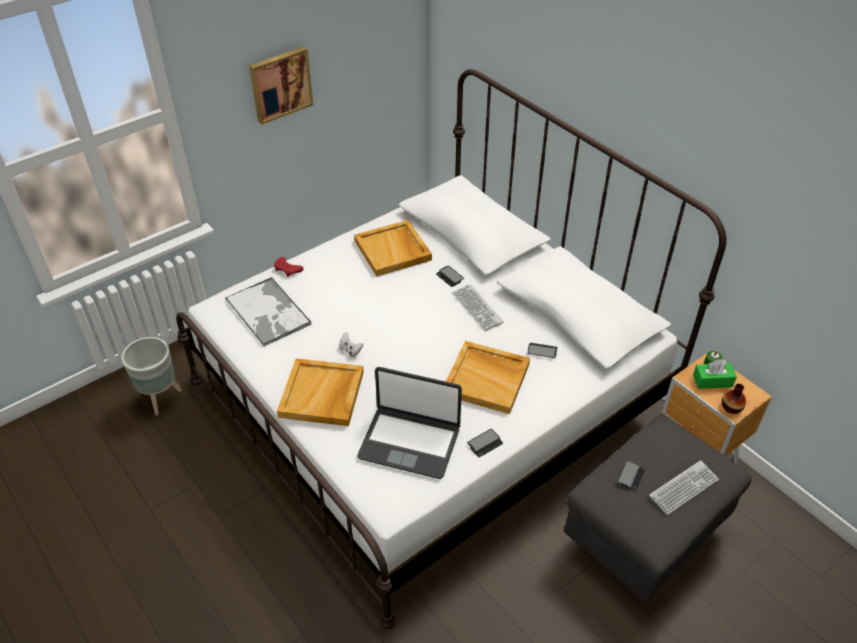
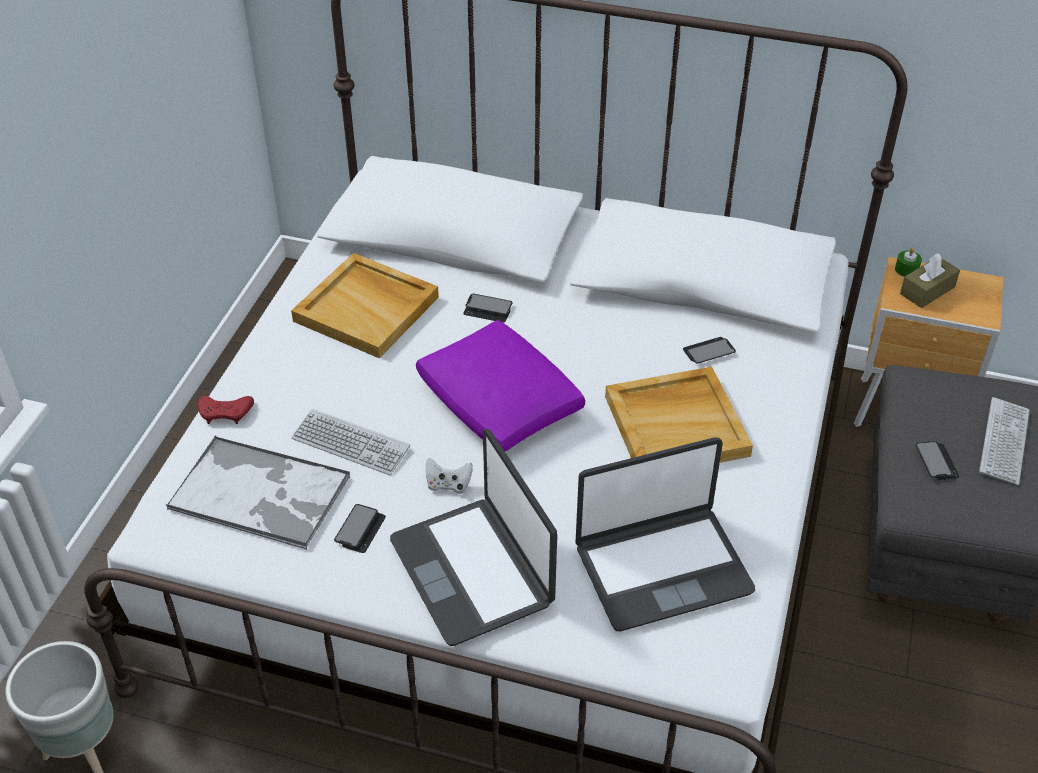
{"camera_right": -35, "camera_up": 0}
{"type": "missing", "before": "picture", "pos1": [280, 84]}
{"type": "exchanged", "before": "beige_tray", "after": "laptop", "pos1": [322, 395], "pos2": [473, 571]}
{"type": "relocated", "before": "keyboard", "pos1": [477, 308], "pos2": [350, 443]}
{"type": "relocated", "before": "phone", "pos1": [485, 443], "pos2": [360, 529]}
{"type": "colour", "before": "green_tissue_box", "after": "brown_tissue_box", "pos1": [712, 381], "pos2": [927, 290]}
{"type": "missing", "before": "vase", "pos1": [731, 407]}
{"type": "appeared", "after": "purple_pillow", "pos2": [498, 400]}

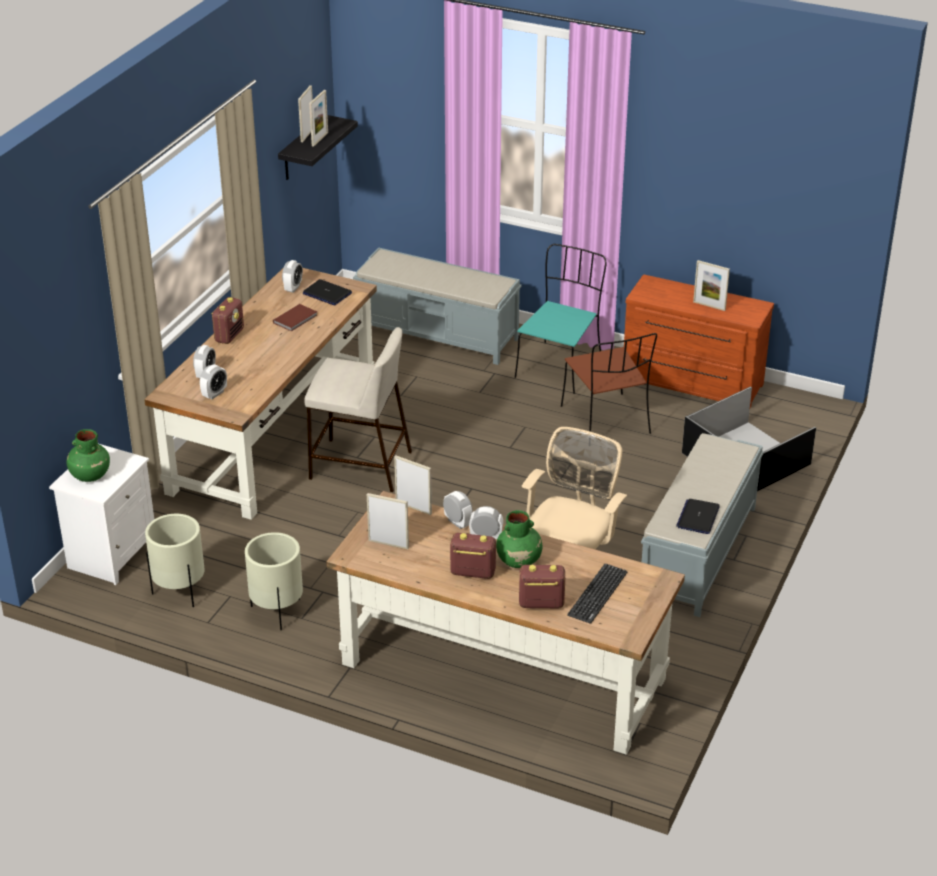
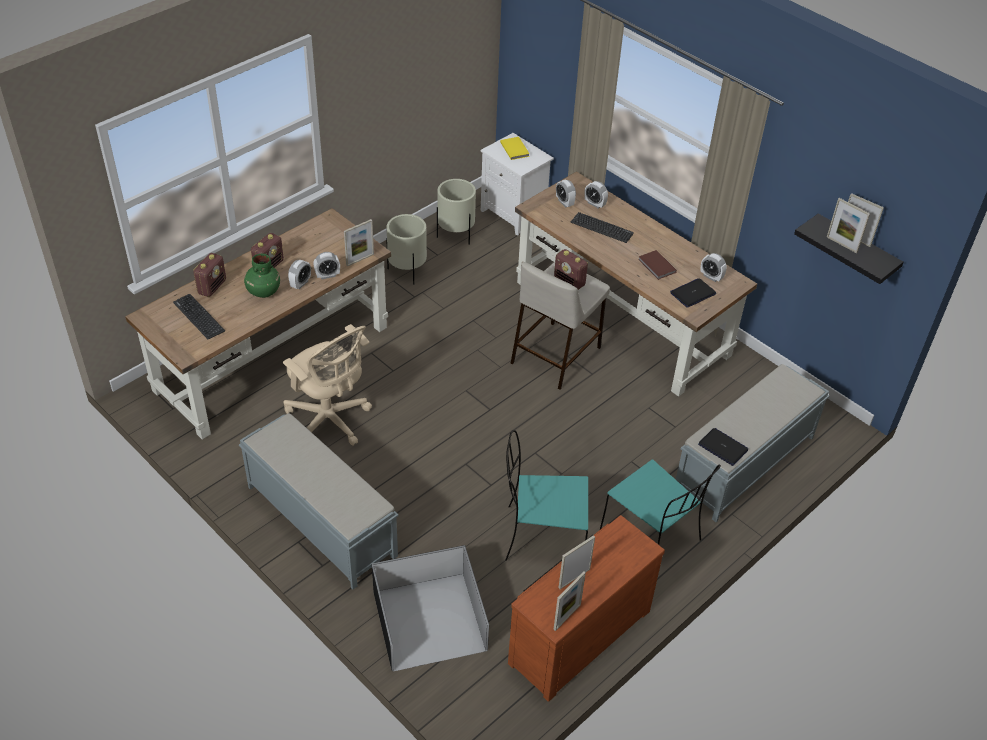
{"camera_right": 110, "camera_up": 10}
{"type": "exchanged", "before": "green_vase", "after": "yellow_book", "pos1": [89, 475], "pos2": [515, 149]}
{"type": "relocated", "before": "radio", "pos1": [229, 335], "pos2": [569, 281]}
{"type": "relocated", "before": "picture_frame", "pos1": [388, 544], "pos2": [567, 617]}
{"type": "colour", "before": "brown_chair", "after": "turquoise_chair", "pos1": [606, 421], "pos2": [542, 536]}
{"type": "relocated", "before": "laptop", "pos1": [698, 517], "pos2": [723, 447]}
{"type": "appeared", "after": "keyboard", "pos2": [602, 228]}

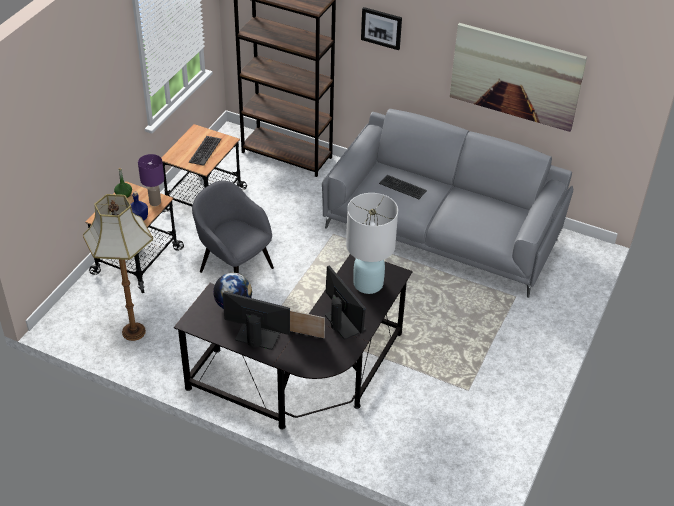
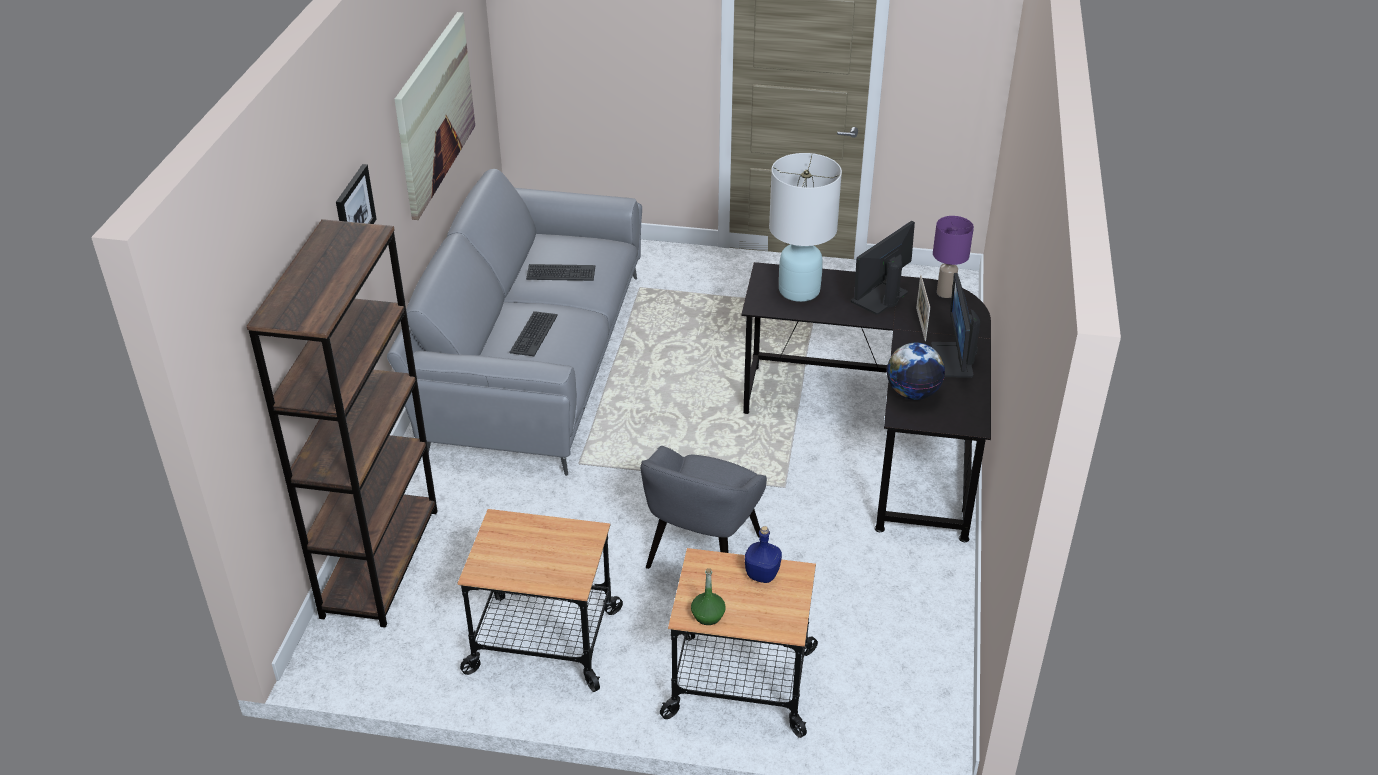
{"camera_right": -105, "camera_up": -5}
{"type": "missing", "before": "floor_lamp", "pos1": [133, 332]}
{"type": "relocated", "before": "purple_table_lamp", "pos1": [154, 202], "pos2": [946, 293]}
{"type": "relocated", "before": "keyboard", "pos1": [204, 150], "pos2": [560, 273]}

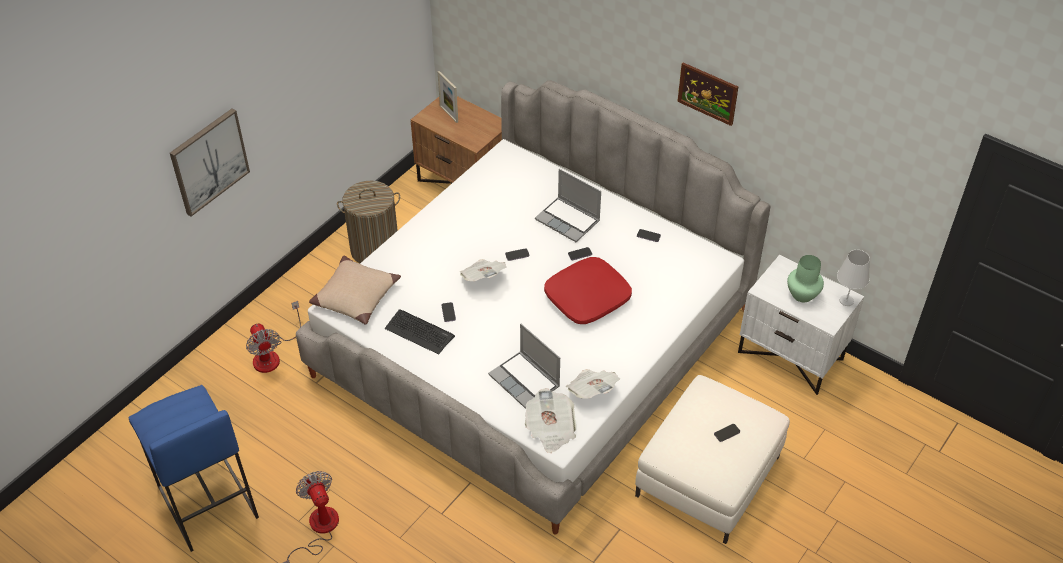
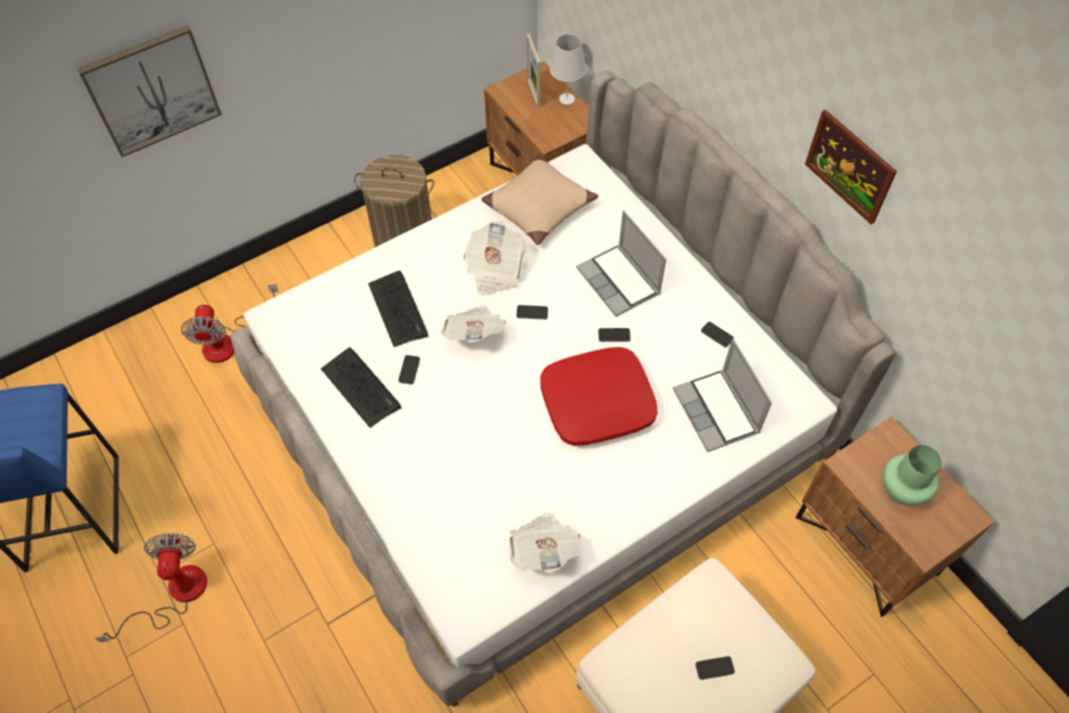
{"camera_right": 20, "camera_up": 10}
{"type": "relocated", "before": "beige_pillow", "pos1": [355, 296], "pos2": [538, 206]}
{"type": "relocated", "before": "laptop", "pos1": [525, 381], "pos2": [717, 412]}
{"type": "relocated", "before": "newspaper", "pos1": [550, 429], "pos2": [494, 270]}
{"type": "colour", "before": "white_nightstand", "after": "brown_nightstand", "pos1": [791, 355], "pos2": [867, 544]}
{"type": "relocated", "before": "white_table_lamp", "pos1": [846, 300], "pos2": [567, 99]}
{"type": "appeared", "after": "keyboard", "pos2": [398, 309]}

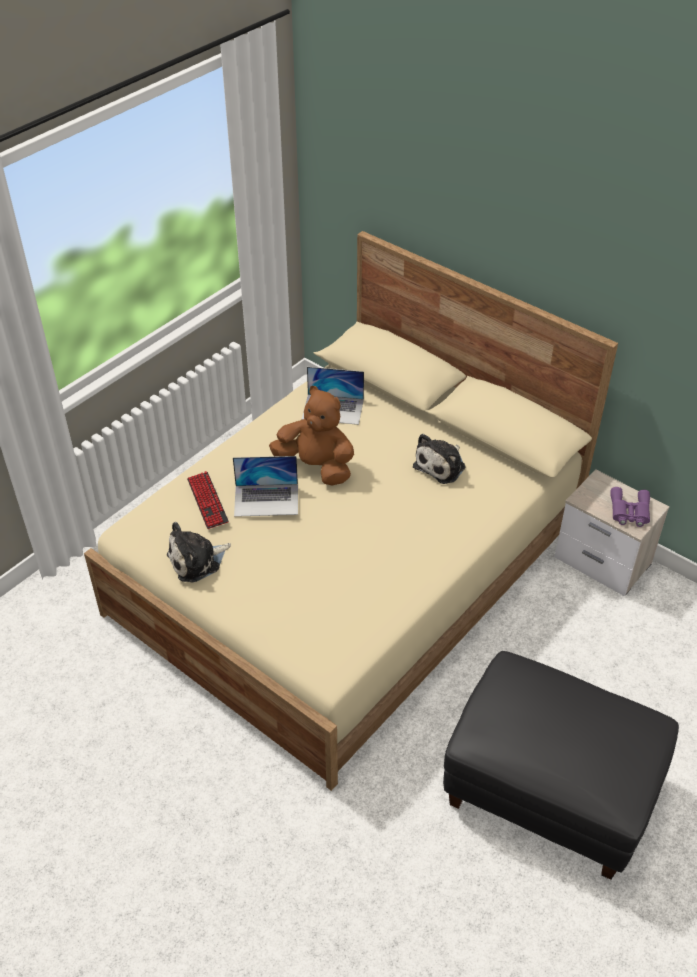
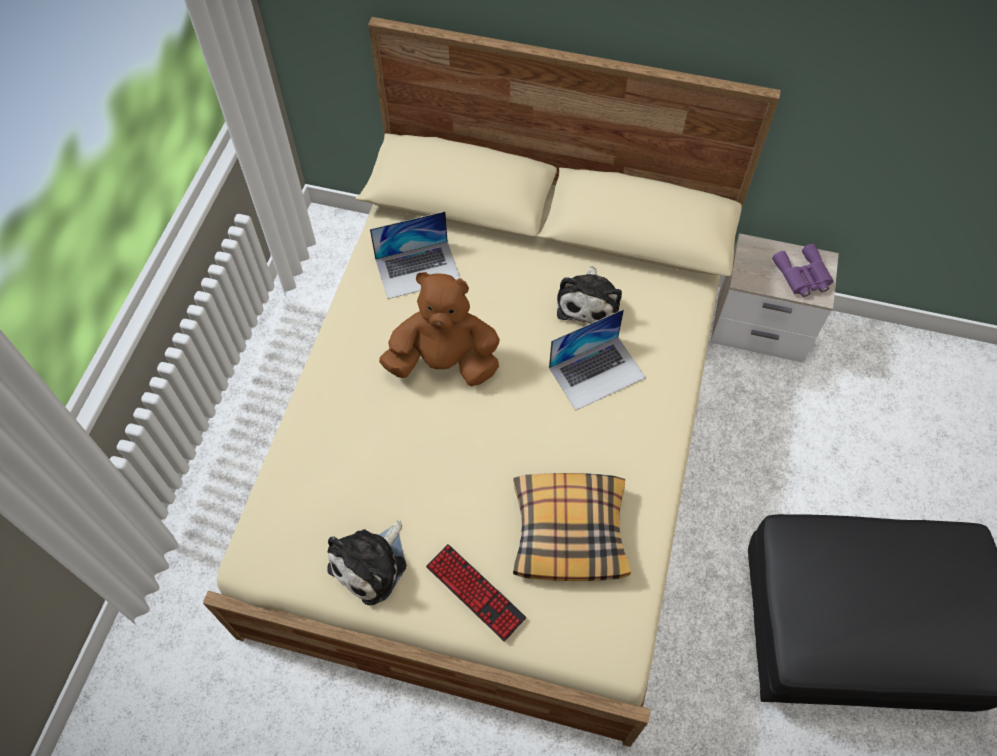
{"camera_right": -25, "camera_up": 15}
{"type": "relocated", "before": "keyboard", "pos1": [207, 501], "pos2": [475, 592]}
{"type": "relocated", "before": "laptop", "pos1": [266, 500], "pos2": [597, 372]}
{"type": "appeared", "after": "pillow", "pos2": [569, 531]}

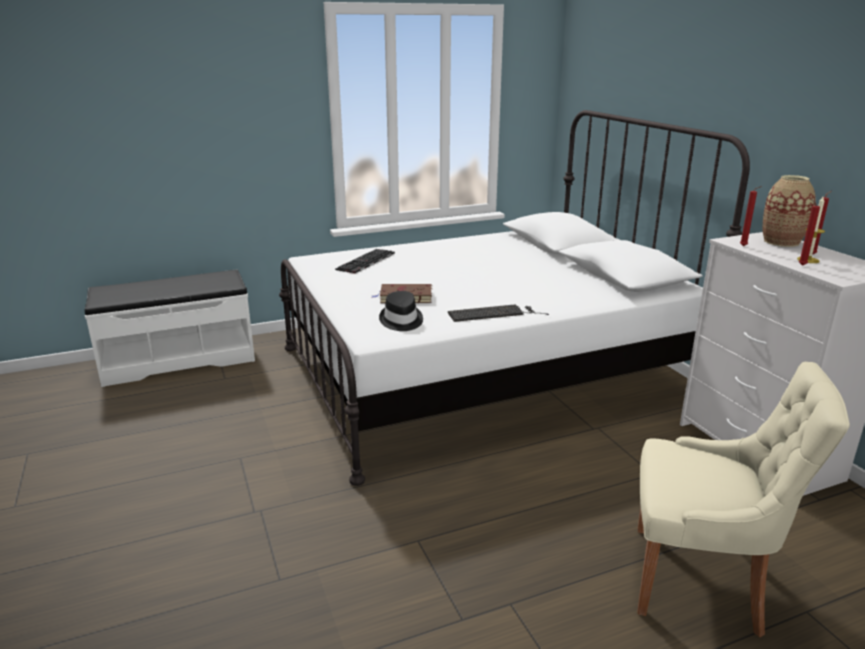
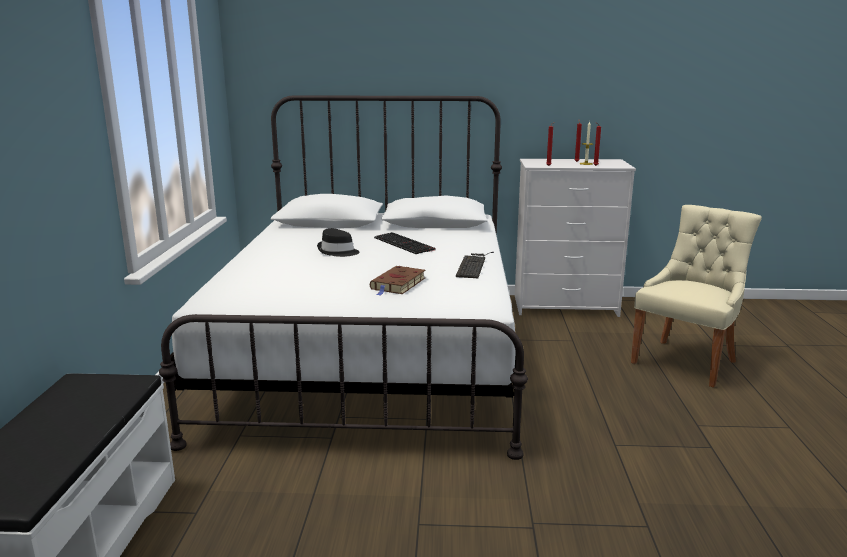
{"camera_right": -65, "camera_up": -5}
{"type": "relocated", "before": "keyboard", "pos1": [366, 262], "pos2": [405, 244]}
{"type": "relocated", "before": "black_hat", "pos1": [401, 320], "pos2": [338, 252]}
{"type": "missing", "before": "vase", "pos1": [781, 242]}

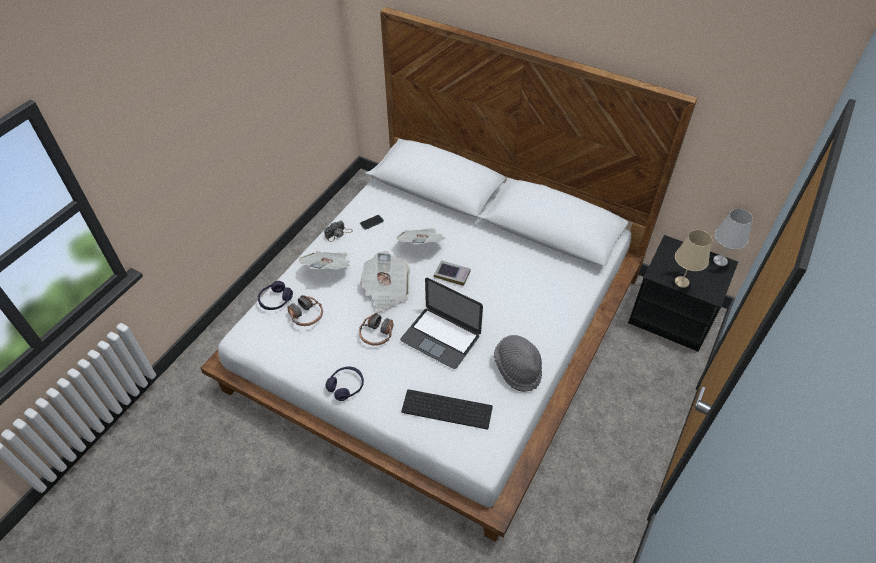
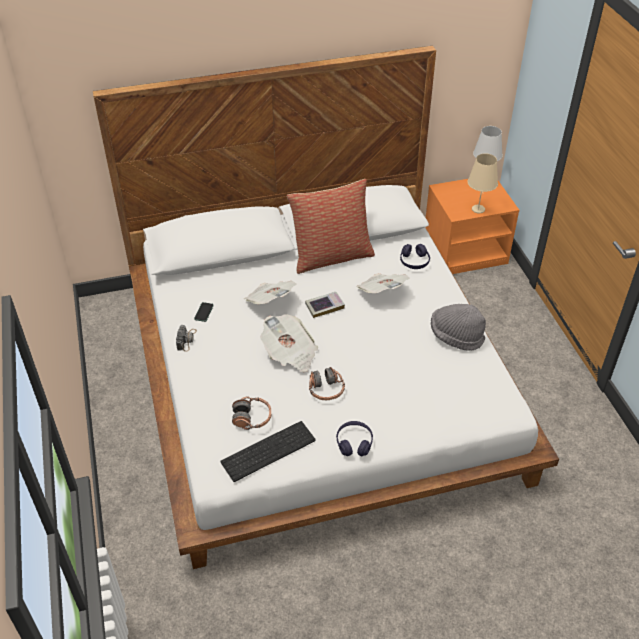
{"camera_right": -45, "camera_up": -5}
{"type": "relocated", "before": "purple_headphones", "pos1": [275, 300], "pos2": [414, 261]}
{"type": "relocated", "before": "newspaper", "pos1": [328, 269], "pos2": [381, 292]}
{"type": "missing", "before": "laptop", "pos1": [440, 337]}
{"type": "relocated", "before": "keyboard", "pos1": [448, 408], "pos2": [268, 449]}
{"type": "colour", "before": "black_nightstand", "after": "orange_nightstand", "pos1": [672, 315], "pos2": [465, 251]}
{"type": "appeared", "after": "pillow", "pos2": [331, 256]}

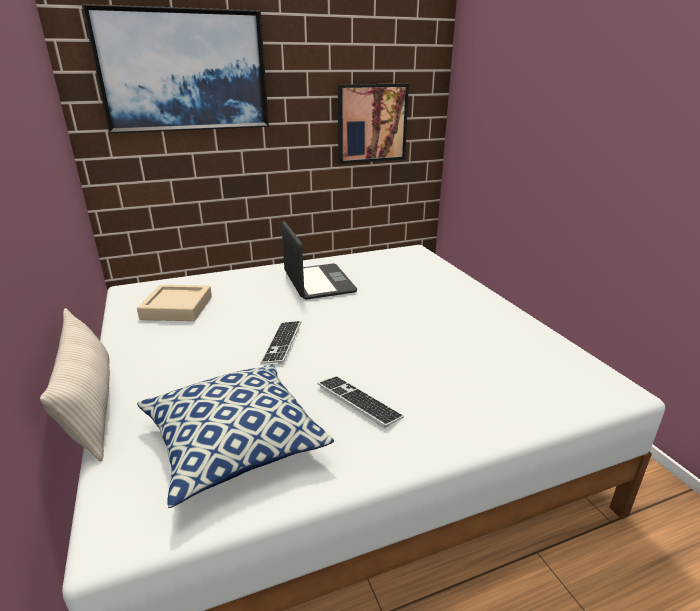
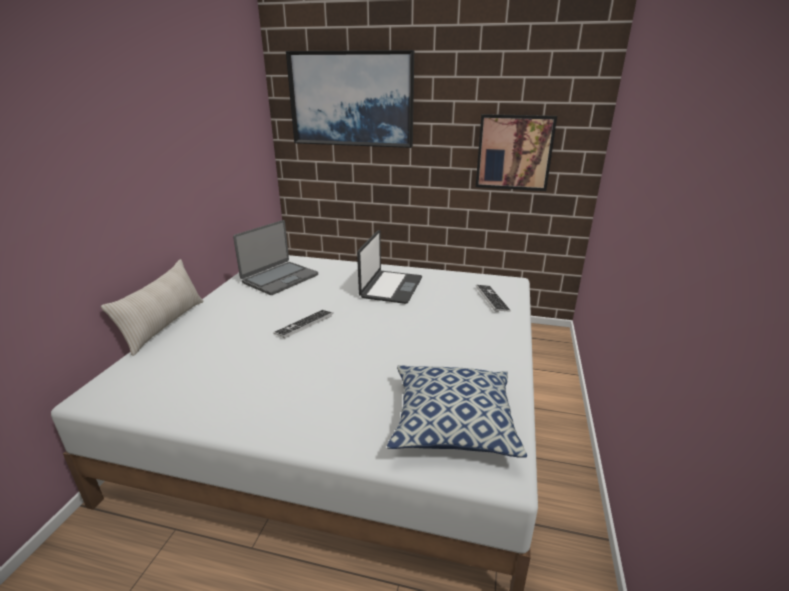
{"camera_right": 35, "camera_up": 0}
{"type": "exchanged", "before": "beige_tray", "after": "laptop", "pos1": [177, 308], "pos2": [279, 278]}
{"type": "relocated", "before": "pillow", "pos1": [233, 443], "pos2": [452, 423]}
{"type": "relocated", "before": "keyboard", "pos1": [358, 402], "pos2": [492, 299]}

